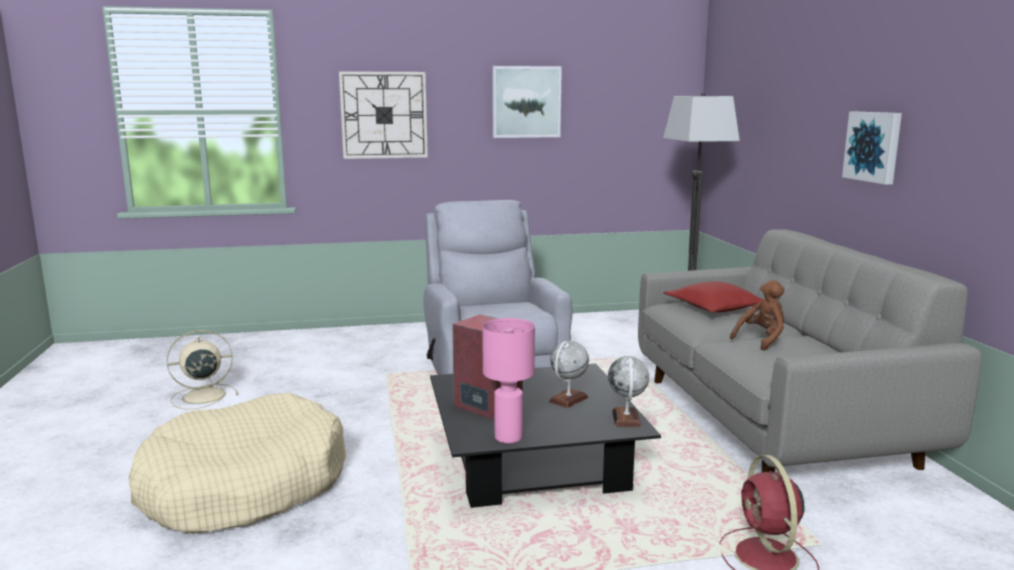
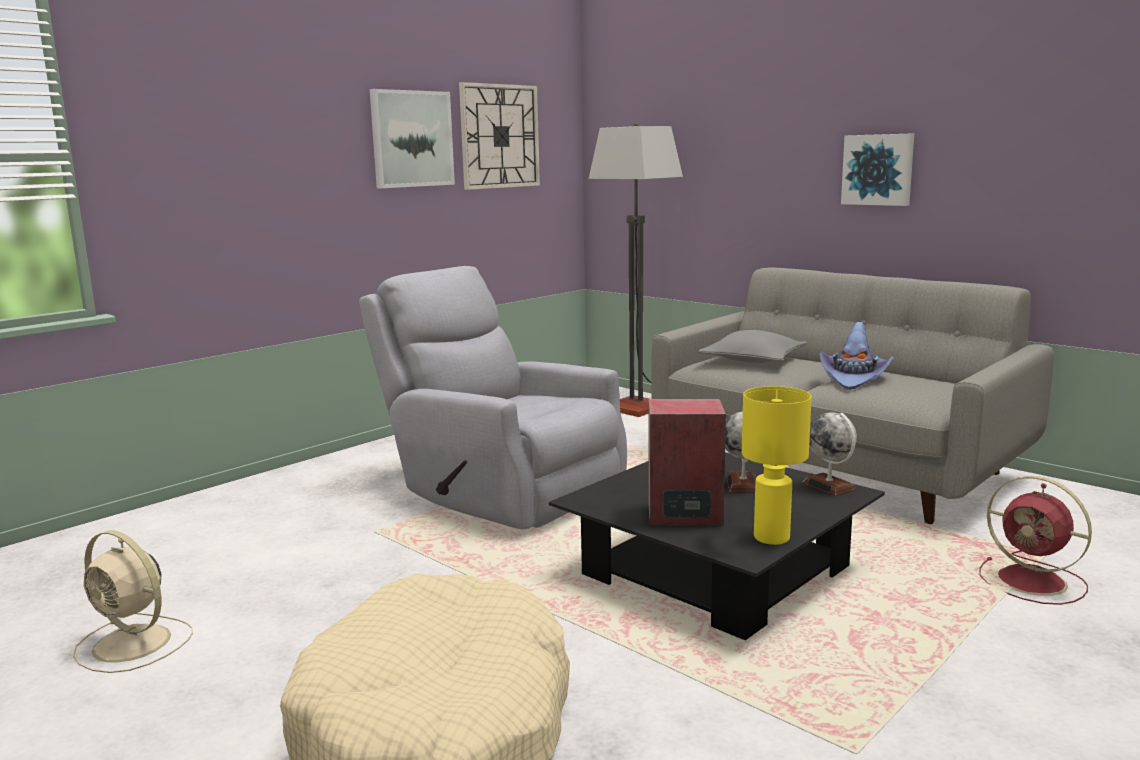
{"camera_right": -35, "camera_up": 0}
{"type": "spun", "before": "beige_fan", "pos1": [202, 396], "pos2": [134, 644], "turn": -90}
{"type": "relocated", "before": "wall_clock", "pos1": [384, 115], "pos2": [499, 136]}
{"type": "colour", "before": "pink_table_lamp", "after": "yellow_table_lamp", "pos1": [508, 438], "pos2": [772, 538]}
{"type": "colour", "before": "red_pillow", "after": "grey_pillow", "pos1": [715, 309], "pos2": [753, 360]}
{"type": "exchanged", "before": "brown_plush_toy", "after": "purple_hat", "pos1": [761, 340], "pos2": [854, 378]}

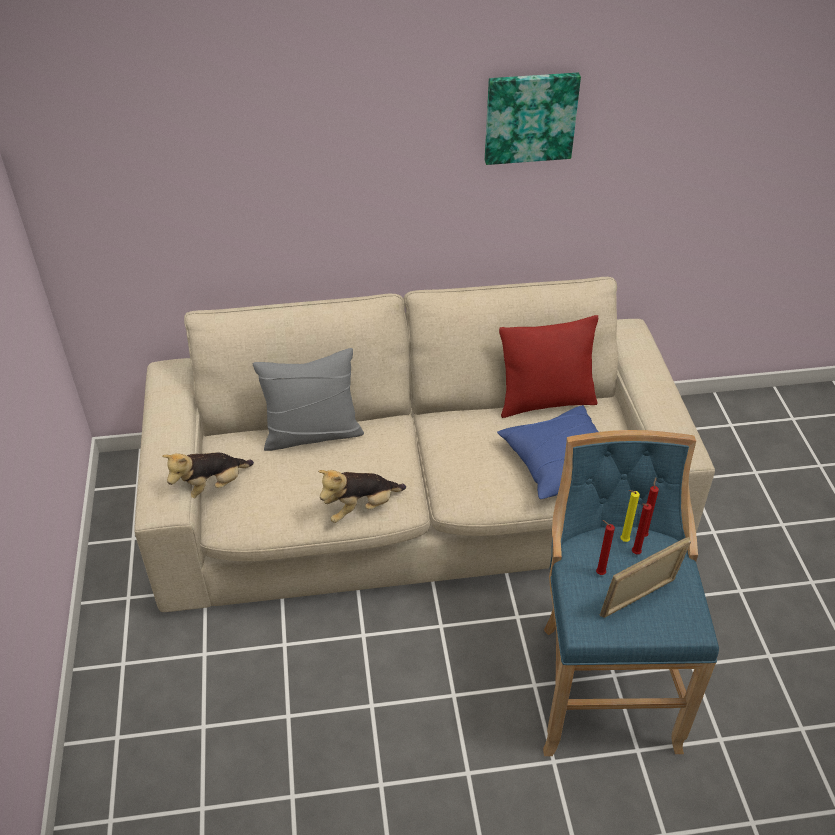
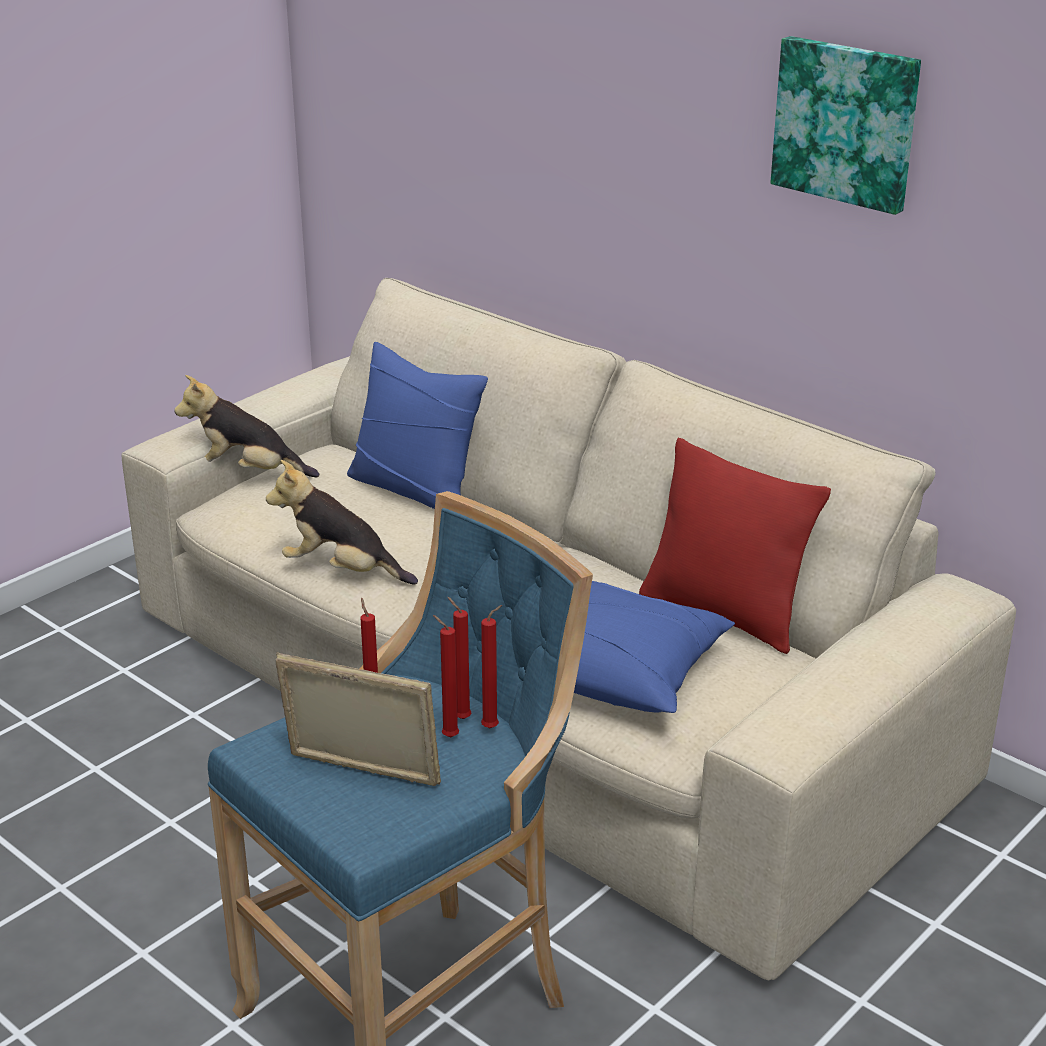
{"camera_right": 50, "camera_up": -15}
{"type": "colour", "before": "grey_pillow", "after": "blue_pillow", "pos1": [312, 434], "pos2": [415, 490]}
{"type": "colour", "before": "yellow_candle", "after": "red_candle", "pos1": [623, 541], "pos2": [460, 718]}

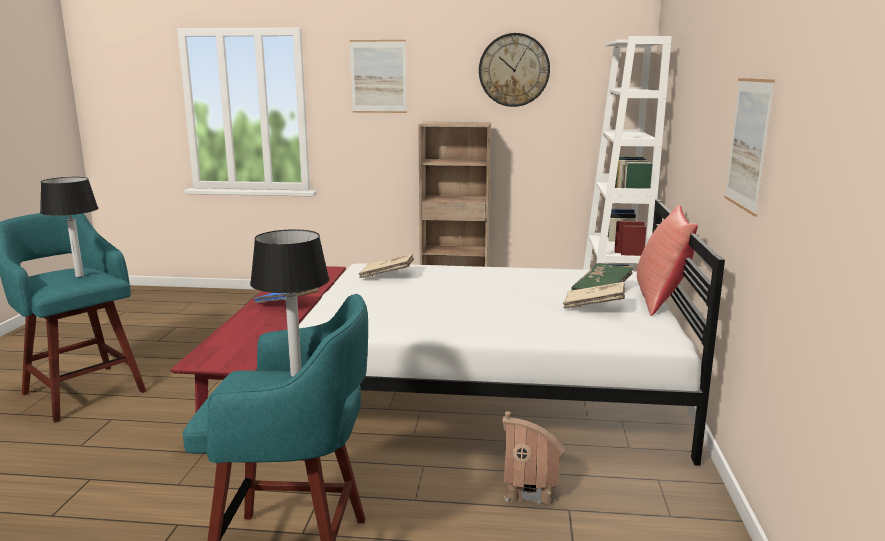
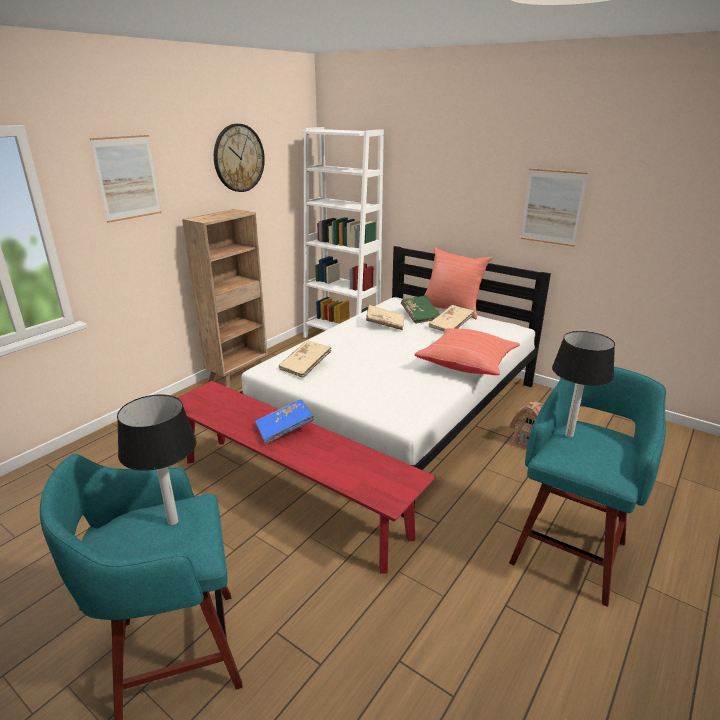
{"camera_right": -60, "camera_up": 10}
{"type": "appeared", "after": "beige_book", "pos2": [385, 324]}
{"type": "appeared", "after": "red_pillow", "pos2": [467, 365]}

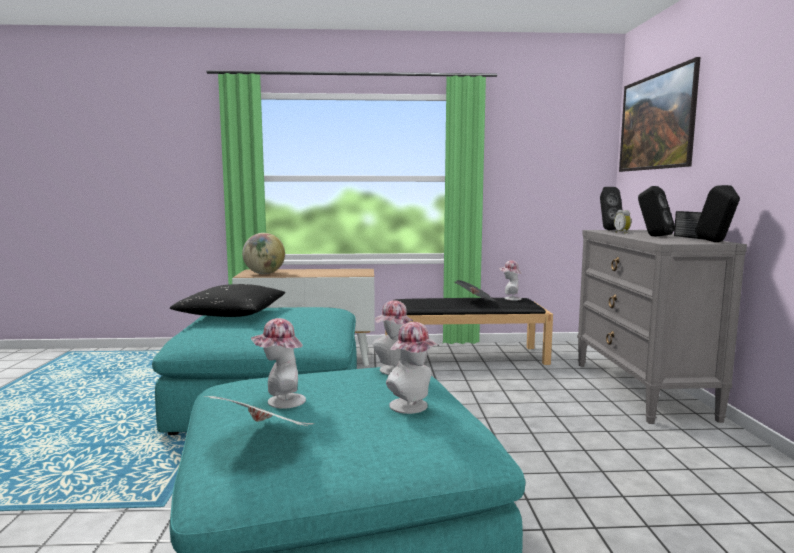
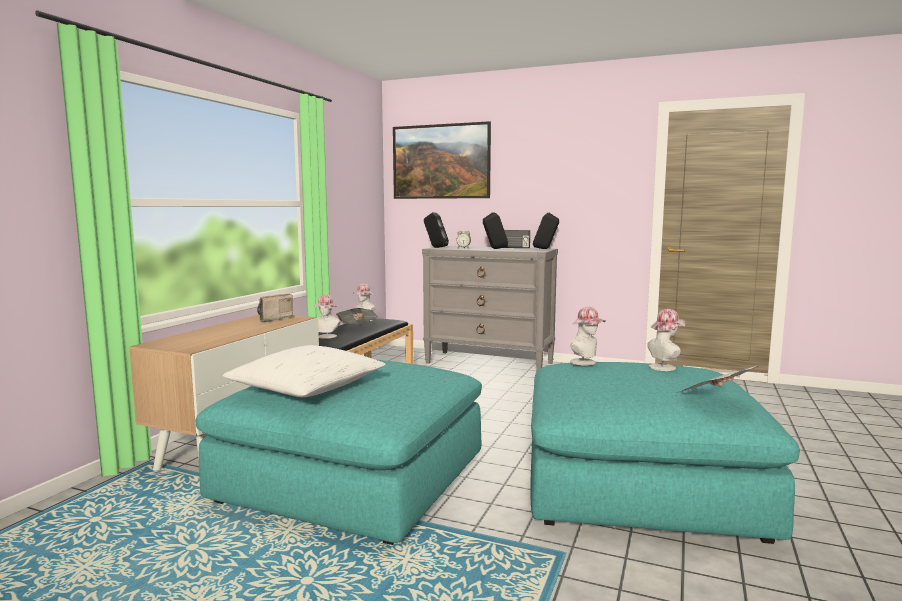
{"camera_right": -65, "camera_up": 0}
{"type": "colour", "before": "black_pillow", "after": "white_pillow", "pos1": [231, 314], "pos2": [306, 388]}
{"type": "missing", "before": "globe", "pos1": [264, 274]}
{"type": "relocated", "before": "hat", "pos1": [281, 401], "pos2": [326, 337]}
{"type": "appeared", "after": "radio", "pos2": [272, 319]}

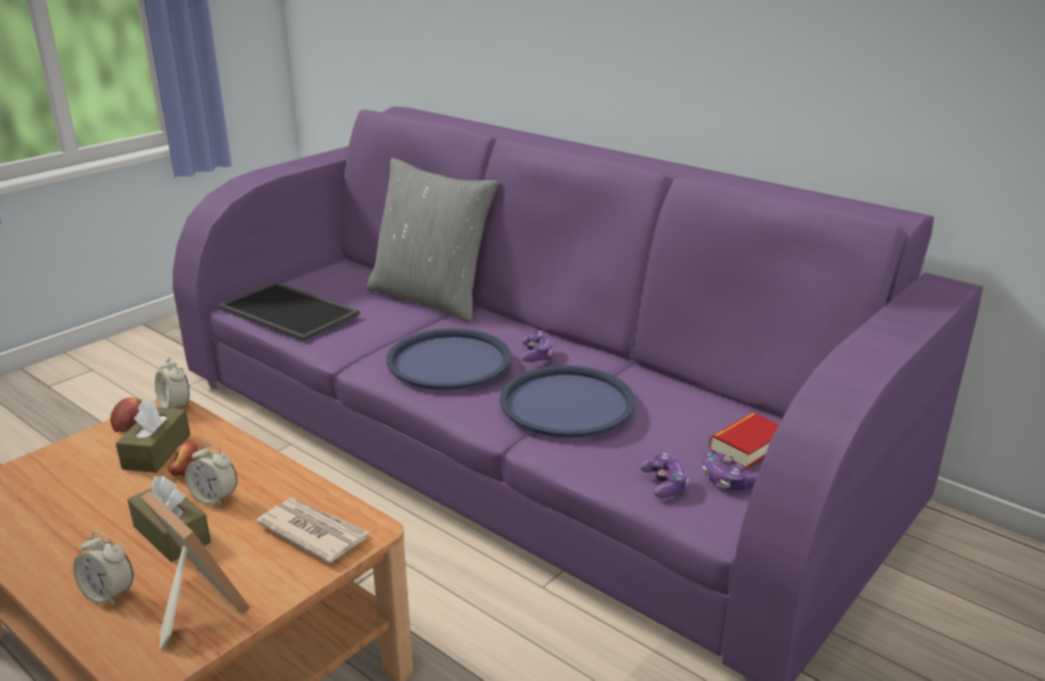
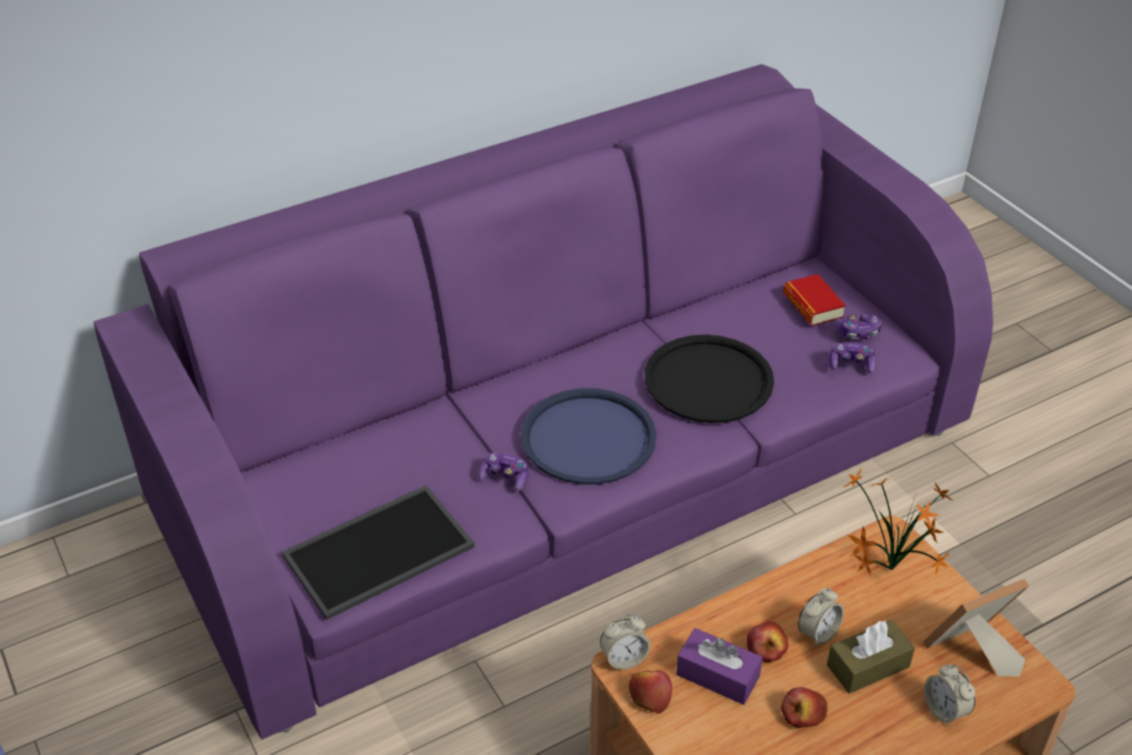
{"camera_right": -70, "camera_up": 15}
{"type": "spun", "before": "alarm_clock", "pos1": [109, 594], "pos2": [944, 710], "turn": 105}
{"type": "colour", "before": "brown_tissue_box", "after": "purple_tissue_box", "pos1": [157, 451], "pos2": [717, 675]}
{"type": "exchanged", "before": "newspaper", "after": "potted_plant", "pos1": [313, 532], "pos2": [887, 570]}
{"type": "missing", "before": "grey_pillow", "pos1": [431, 298]}
{"type": "colour", "before": "blue_tray", "after": "black_tray", "pos1": [567, 403], "pos2": [708, 380]}
{"type": "relocated", "before": "game_controller", "pos1": [537, 355], "pos2": [505, 477]}
{"type": "appeared", "after": "apple", "pos2": [803, 714]}

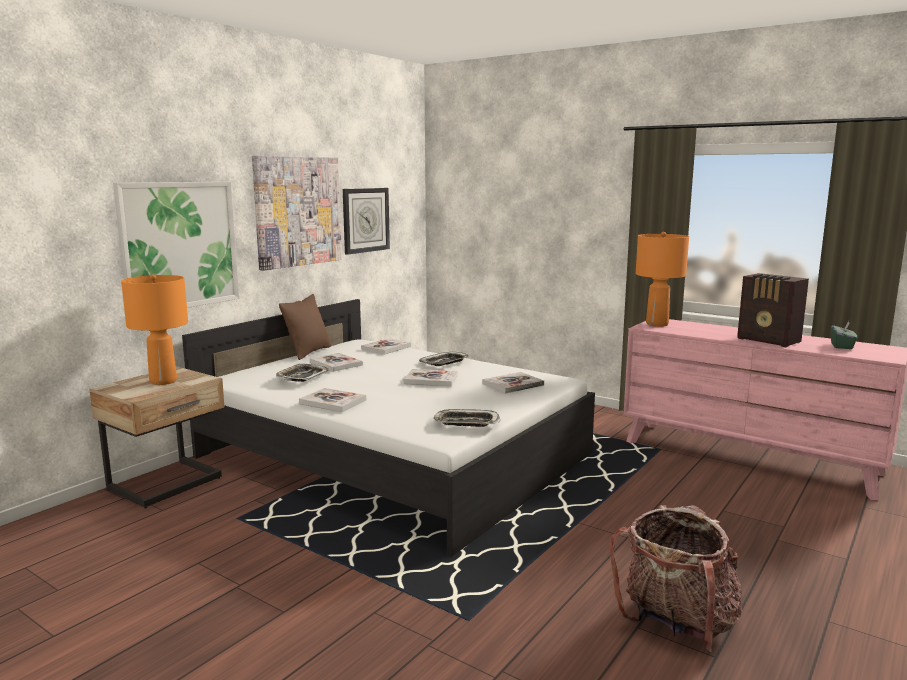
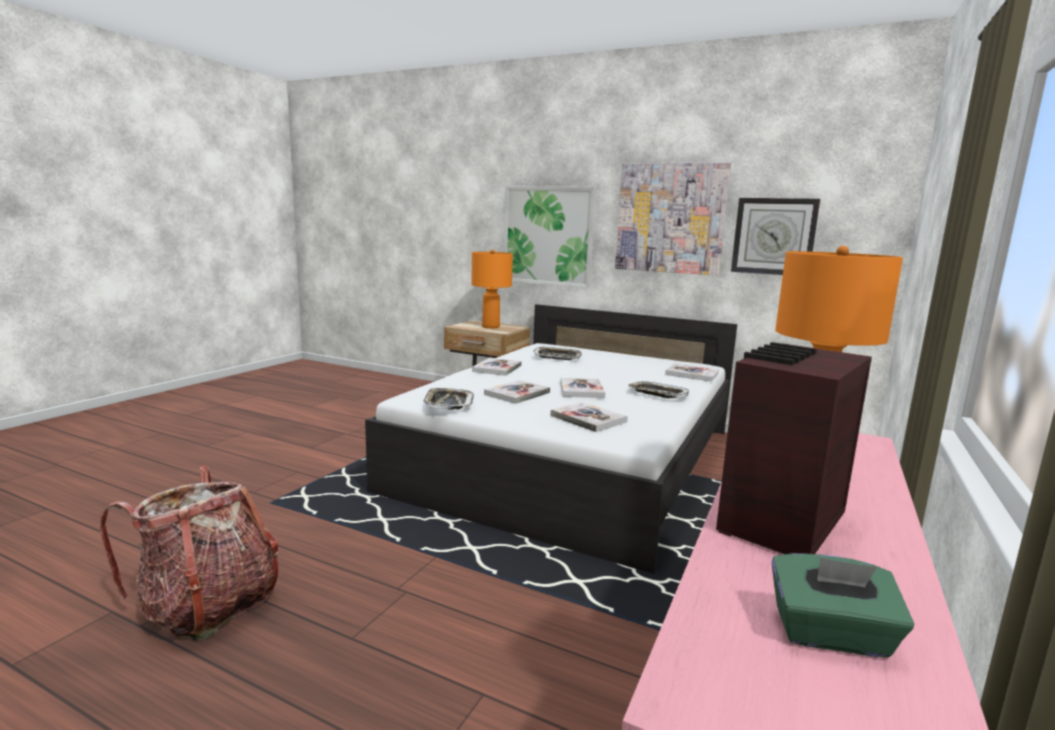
{"camera_right": 80, "camera_up": 0}
{"type": "missing", "before": "brown_pillow", "pos1": [308, 352]}
{"type": "relocated", "before": "book", "pos1": [336, 364], "pos2": [517, 393]}

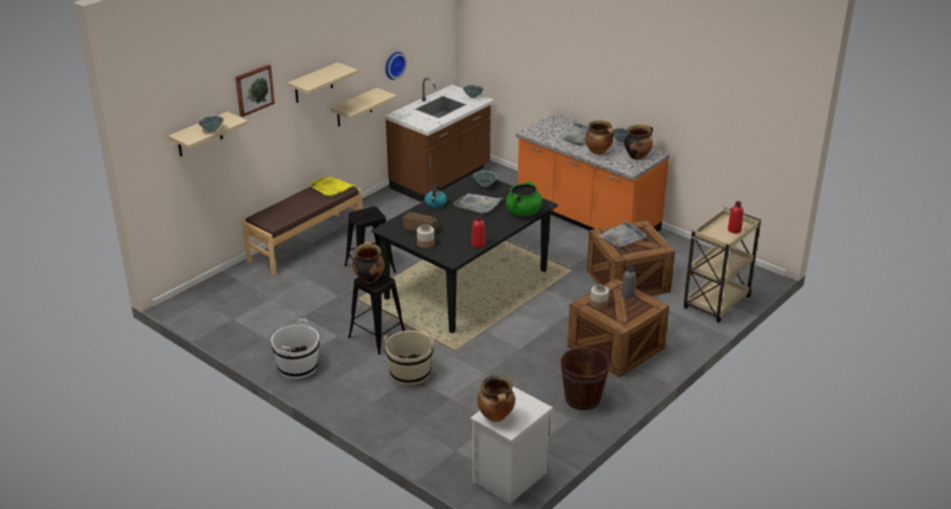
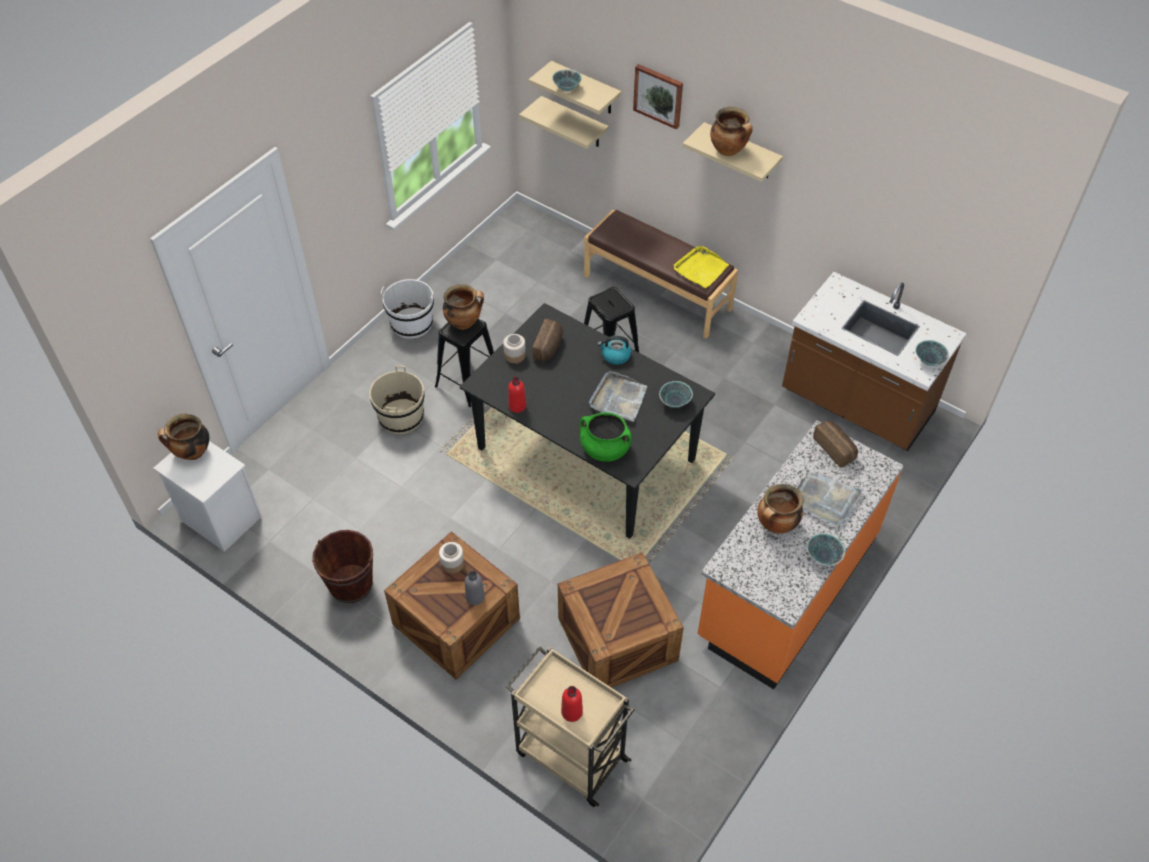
{"camera_right": 85, "camera_up": 20}
{"type": "relocated", "before": "beige_shelf", "pos1": [354, 108], "pos2": [574, 123]}
{"type": "missing", "before": "wall_clock", "pos1": [393, 65]}
{"type": "missing", "before": "grey_tray", "pos1": [622, 237]}
{"type": "relocated", "before": "cooking_pot", "pos1": [637, 156], "pos2": [729, 151]}
{"type": "appeared", "after": "bread", "pos2": [835, 448]}

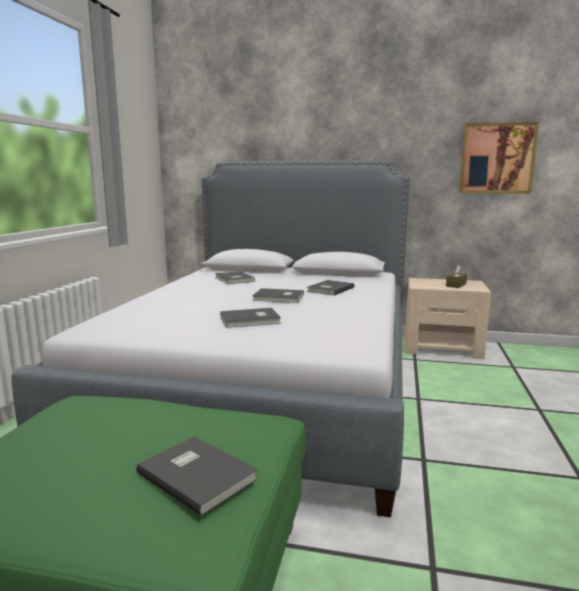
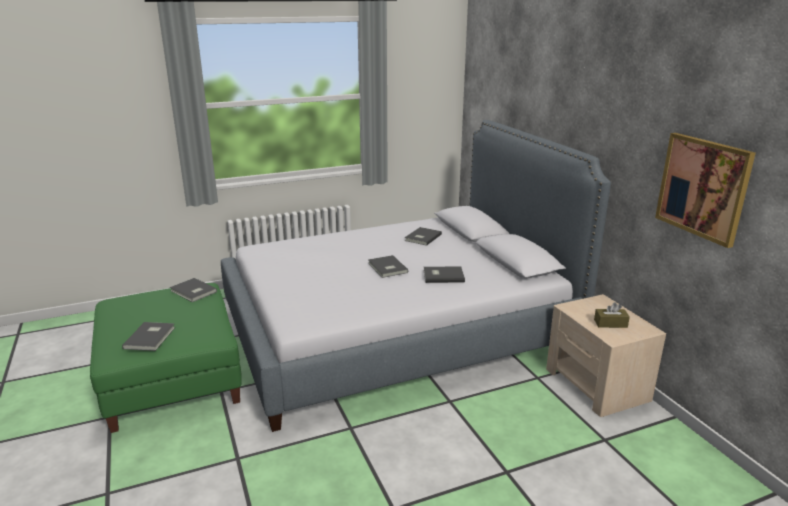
{"camera_right": 55, "camera_up": 10}
{"type": "relocated", "before": "grey_book", "pos1": [251, 320], "pos2": [193, 292]}

